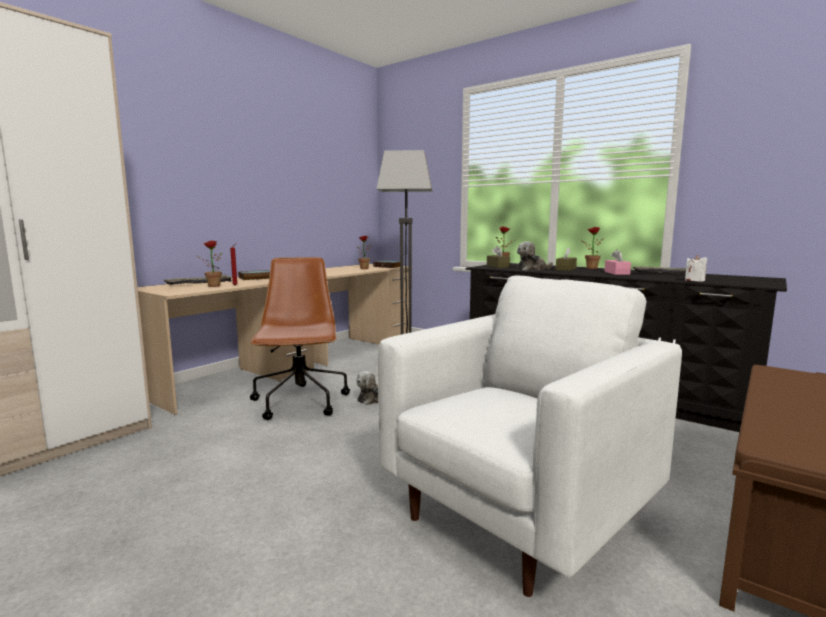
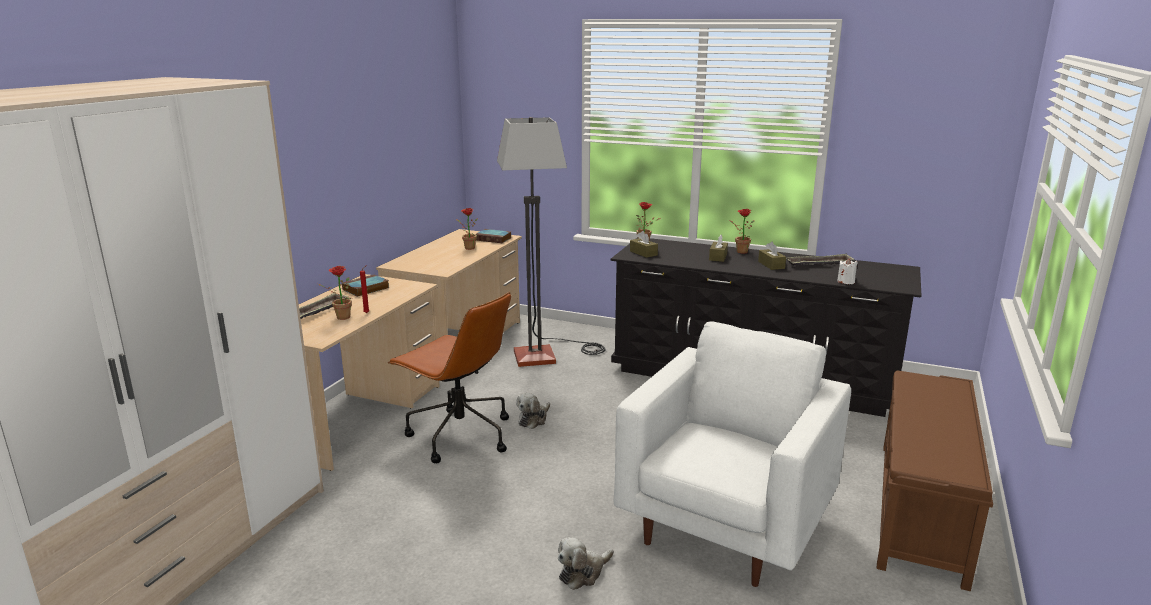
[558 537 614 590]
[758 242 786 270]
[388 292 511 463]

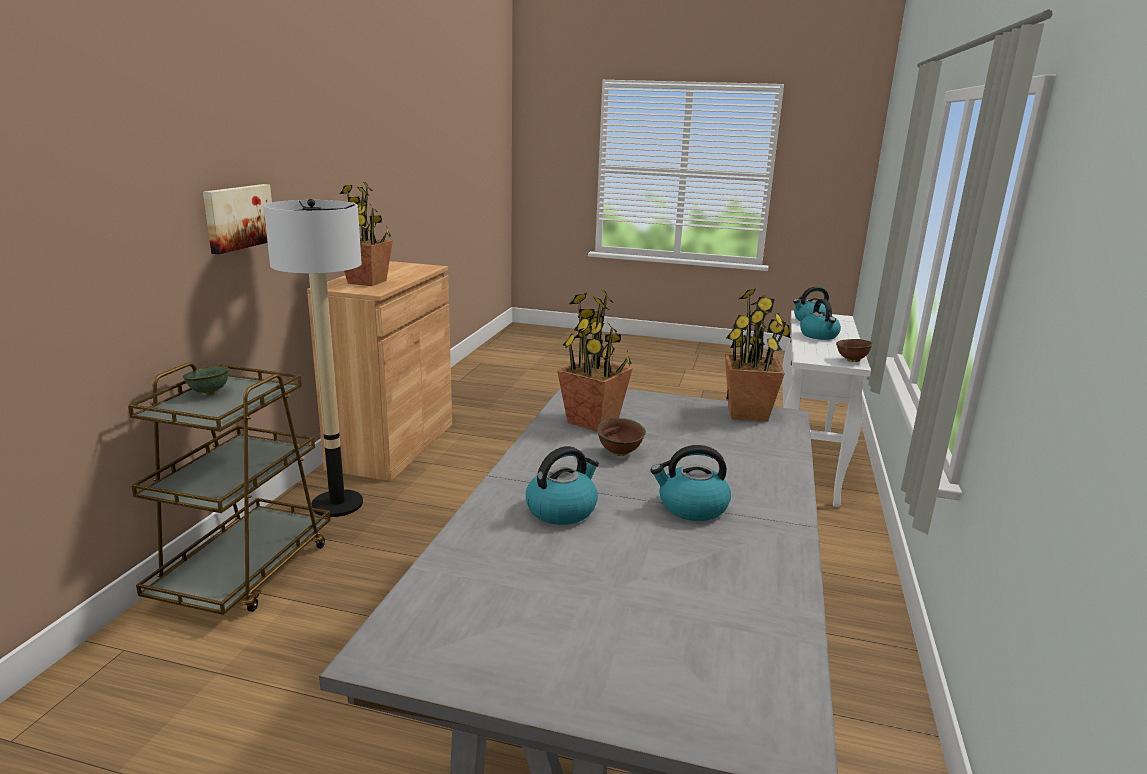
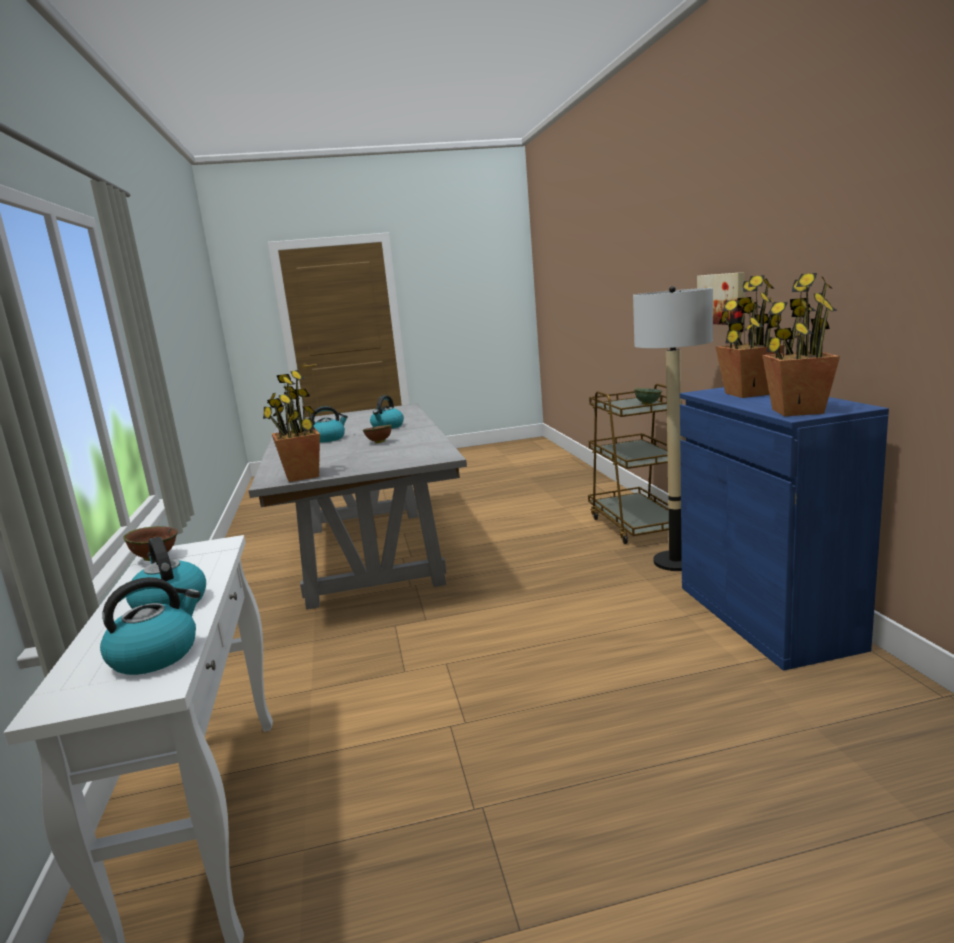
[680 387 889 671]
[762 273 840 416]

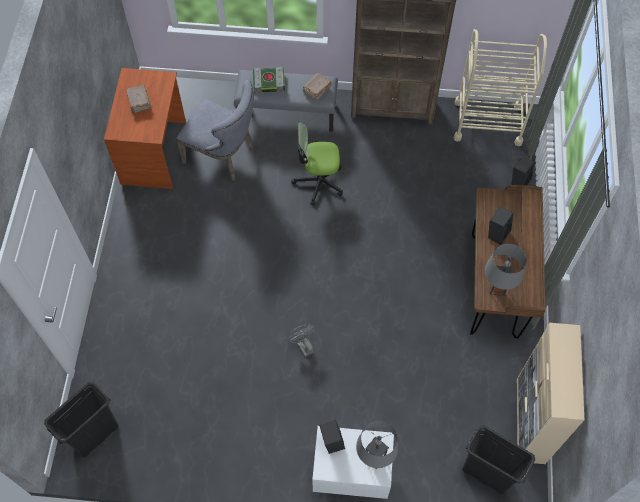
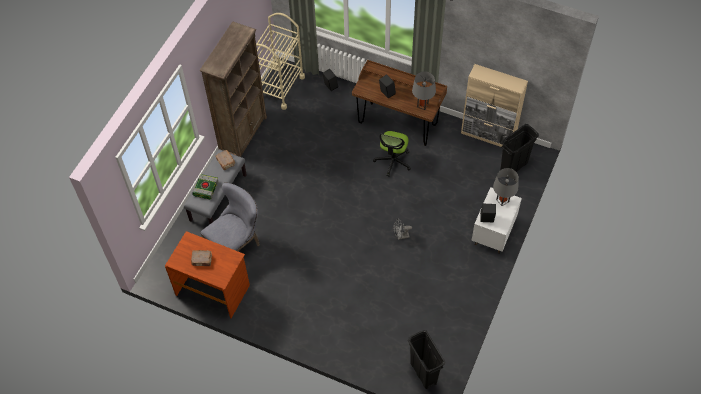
[373 131 411 176]

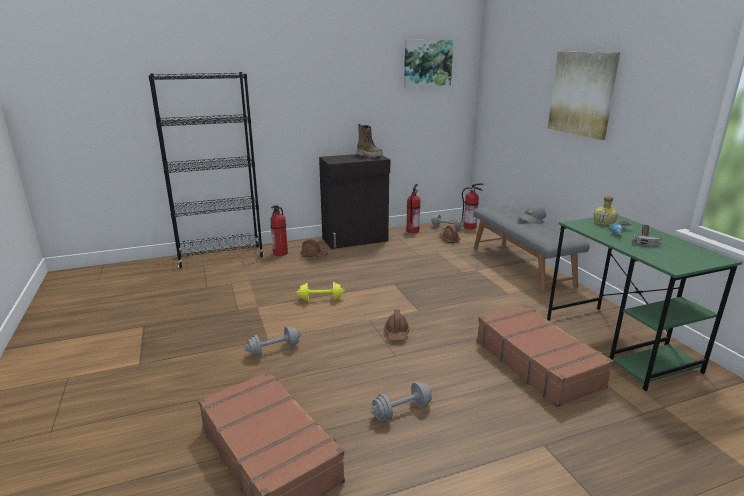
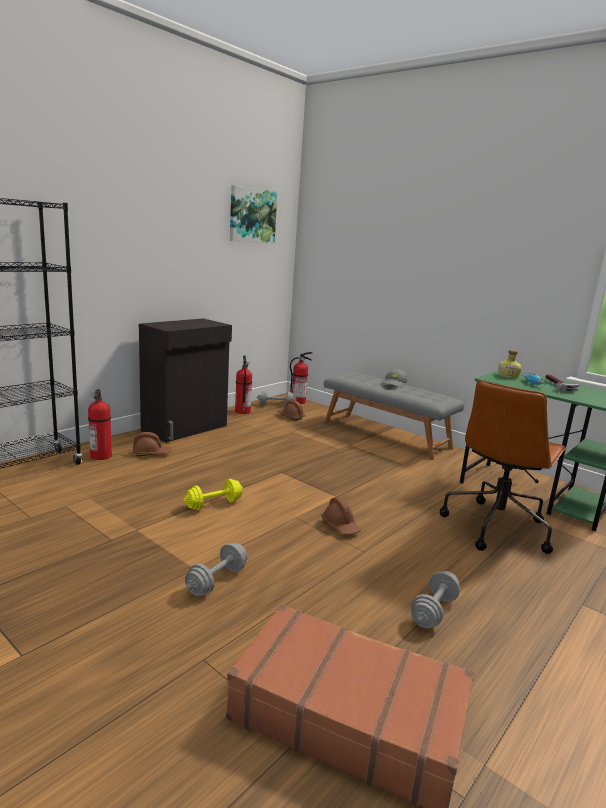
[548 52 620 140] (first image)
[357 124 383 158] (first image)
[440 380 567 554]

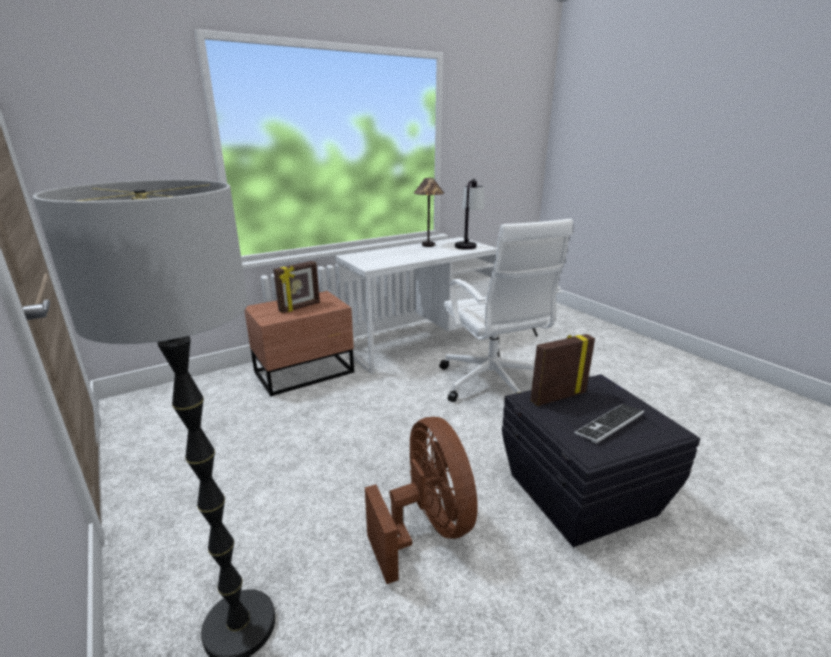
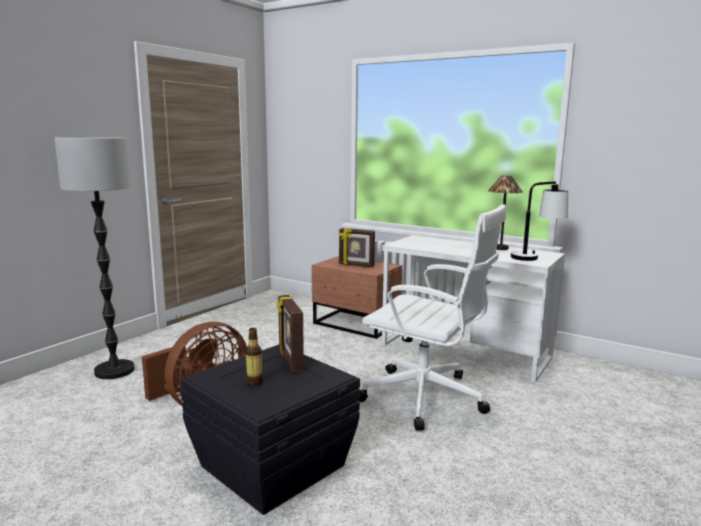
[359 204 506 431]
[277 295 304 372]
[246 328 263 386]

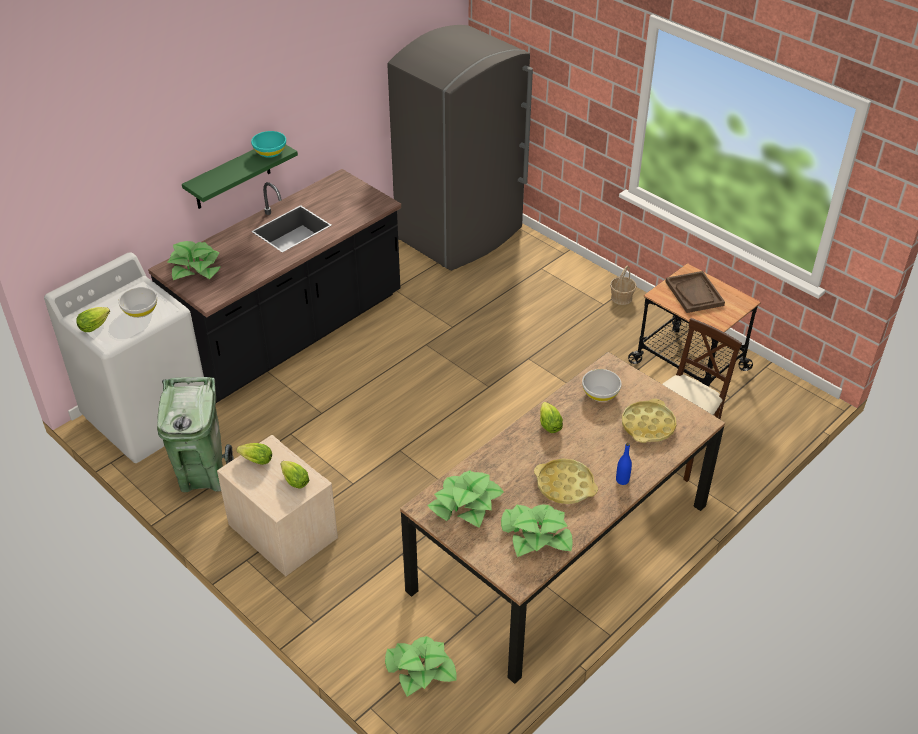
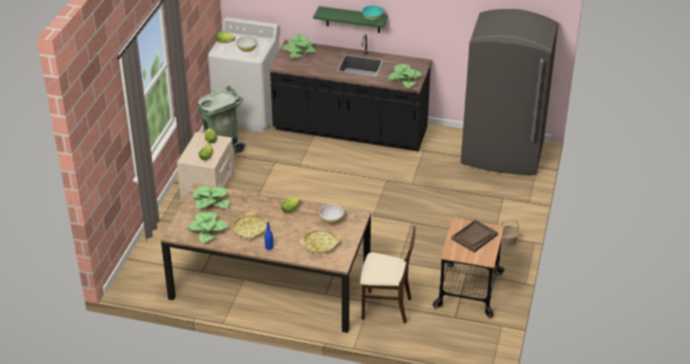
[388 64 422 88]

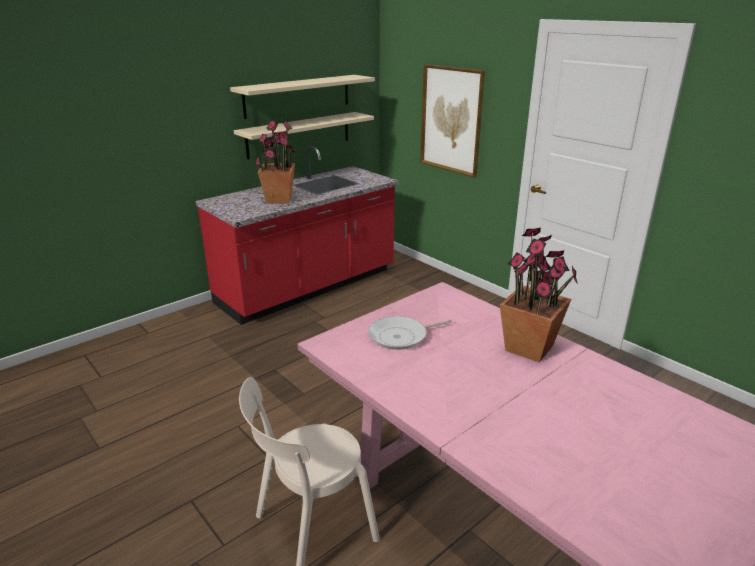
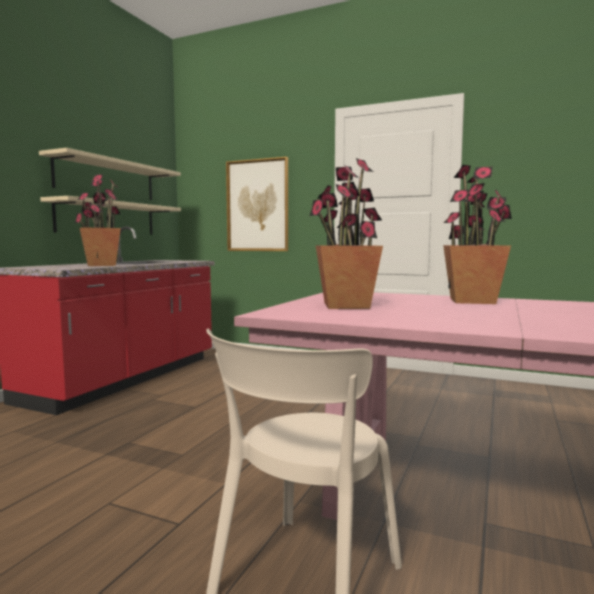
[310 158 383 309]

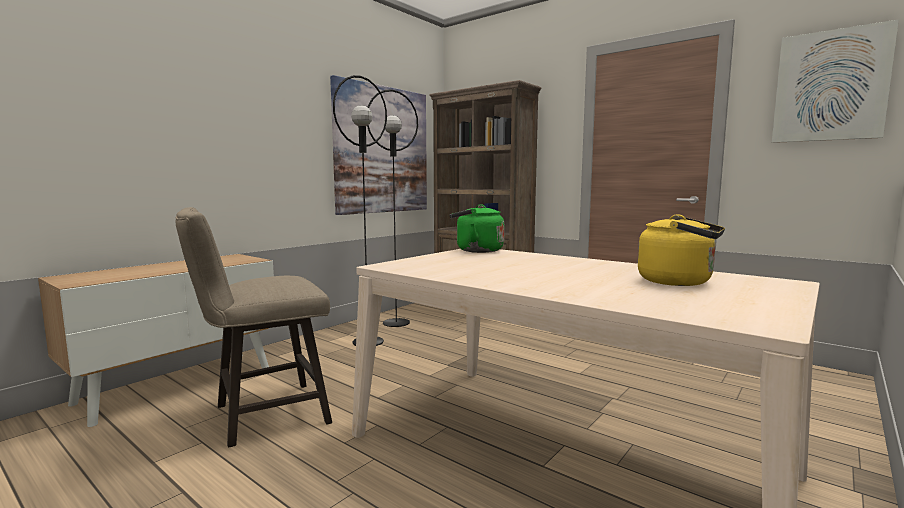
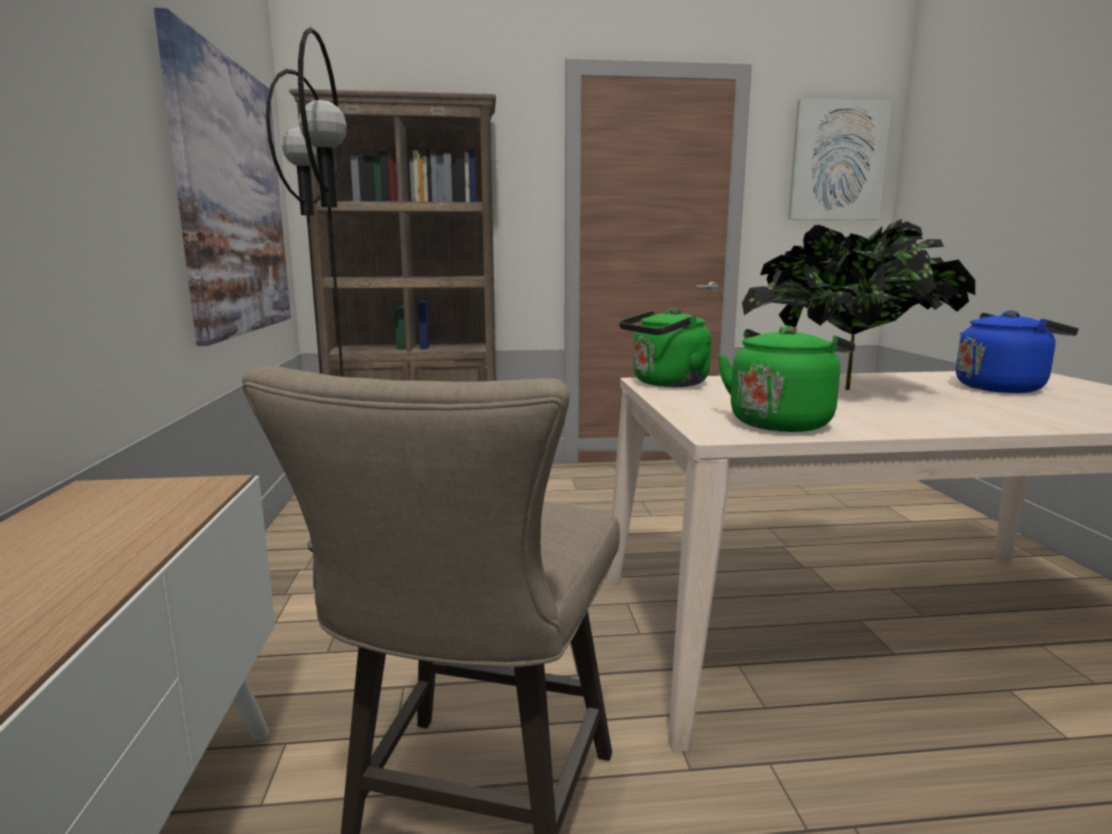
[956 310 1079 393]
[742 219 975 390]
[717 326 855 432]

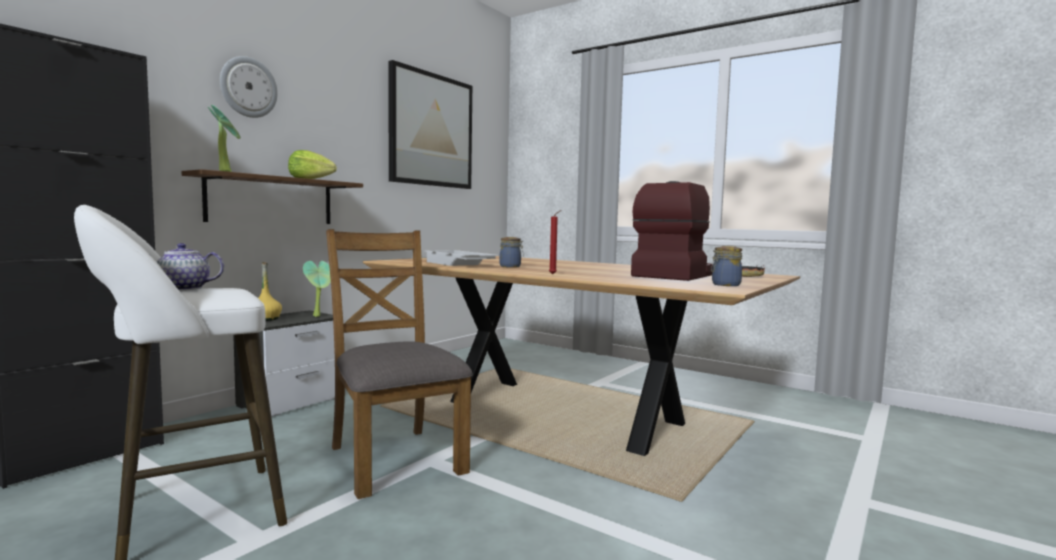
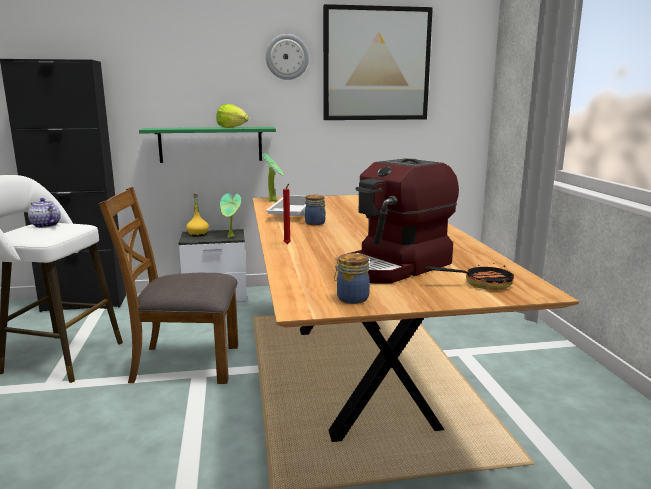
[266 34 309 80]
[261 153 284 201]
[139 127 276 163]
[351 158 459 284]
[99 187 238 384]

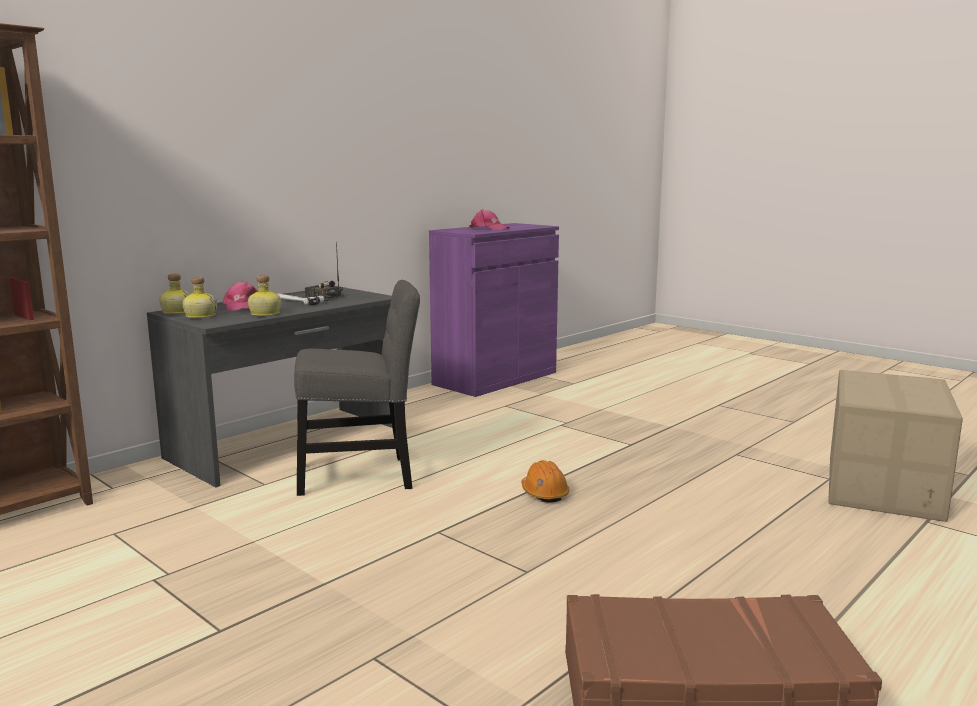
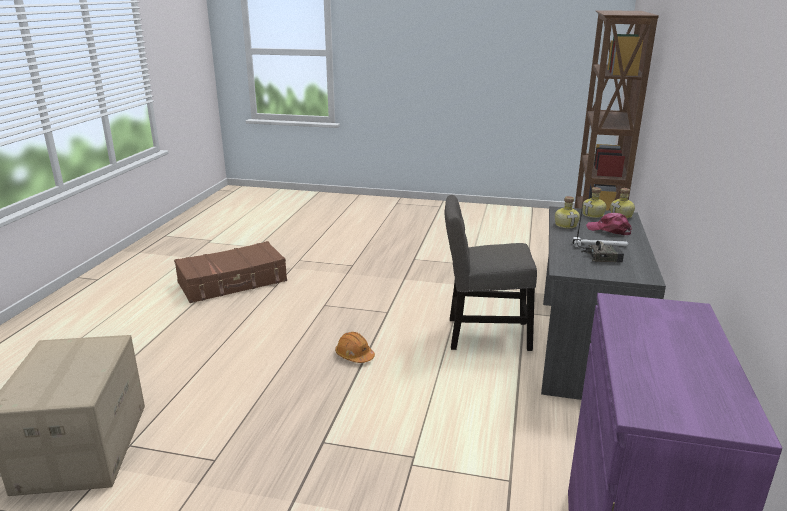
[469 209 510 230] (first image)
[445 195 537 351]

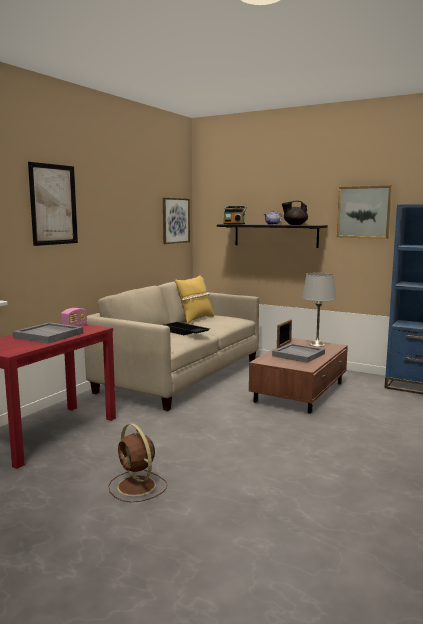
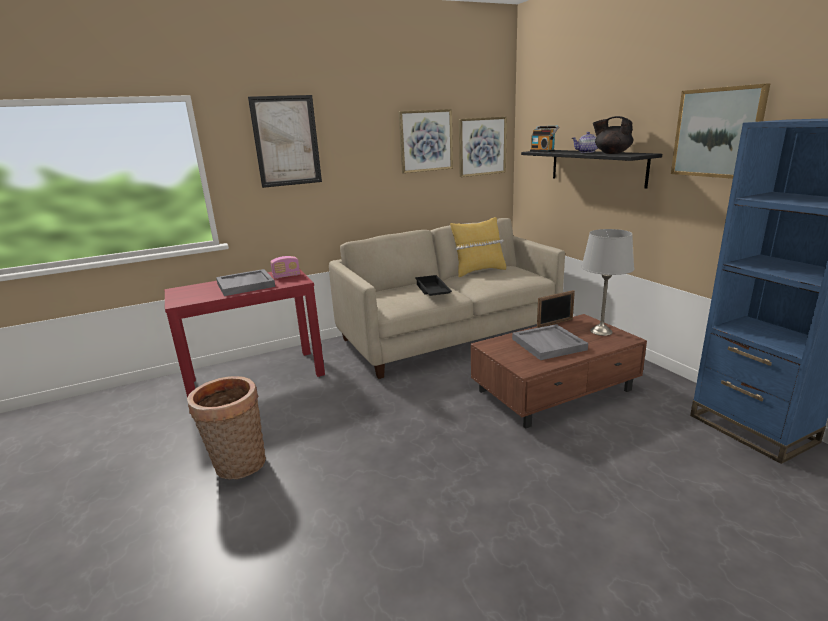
[187 376 266 480]
[399 109 453 173]

